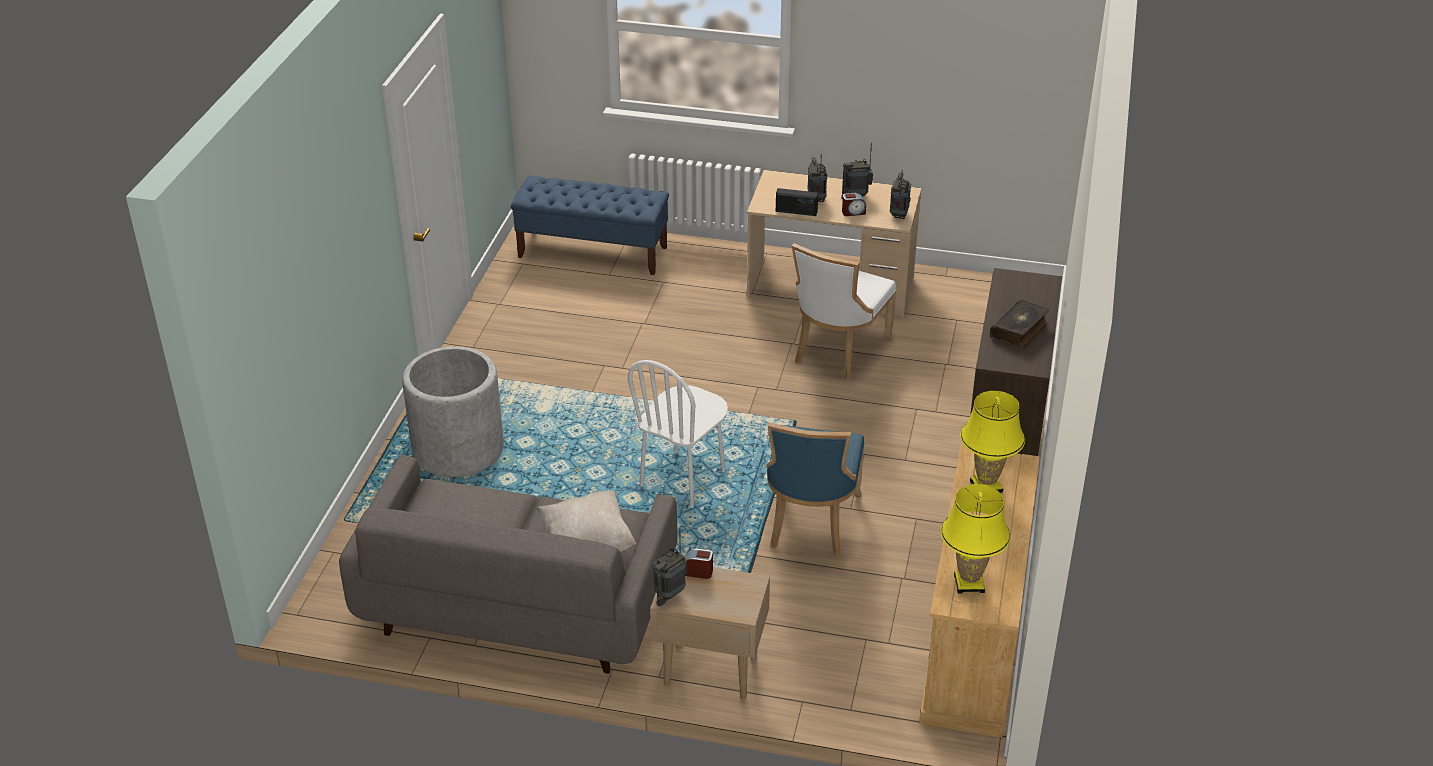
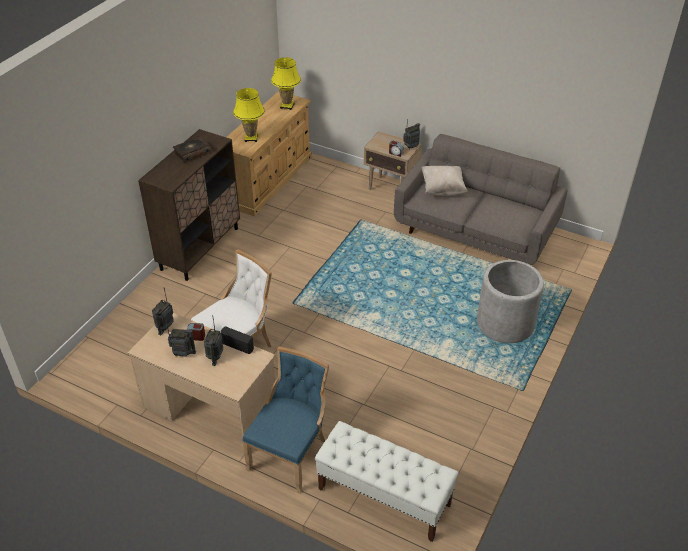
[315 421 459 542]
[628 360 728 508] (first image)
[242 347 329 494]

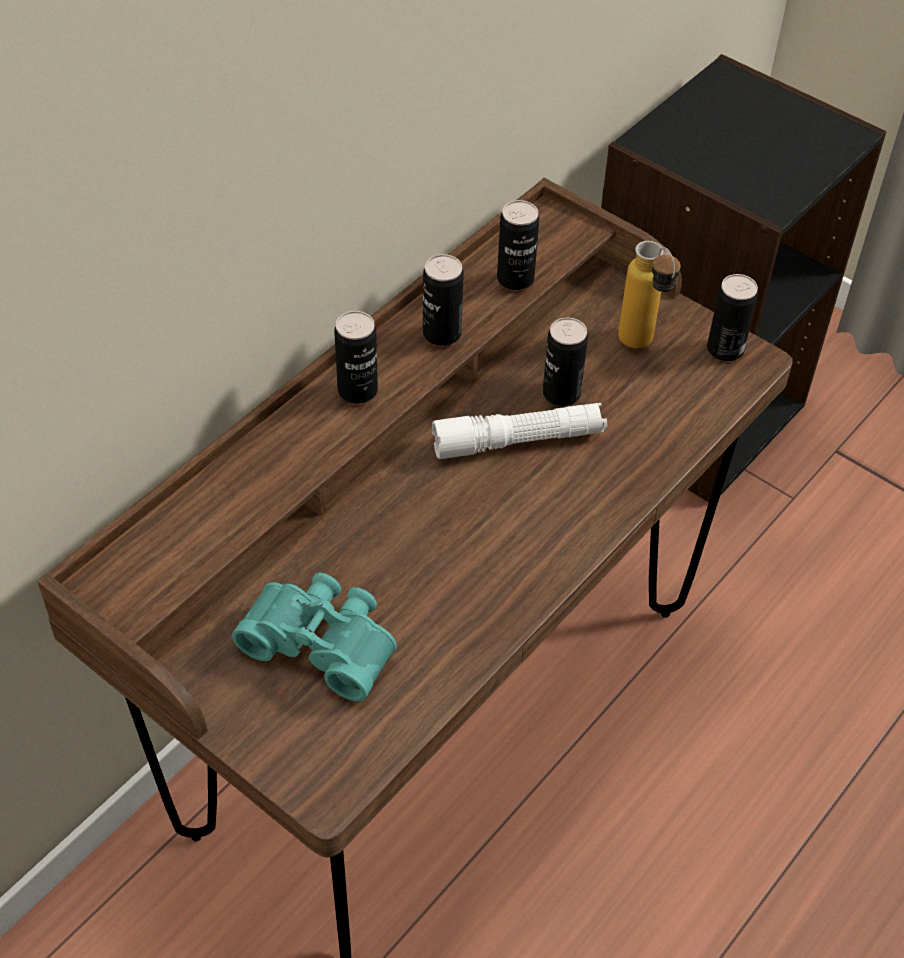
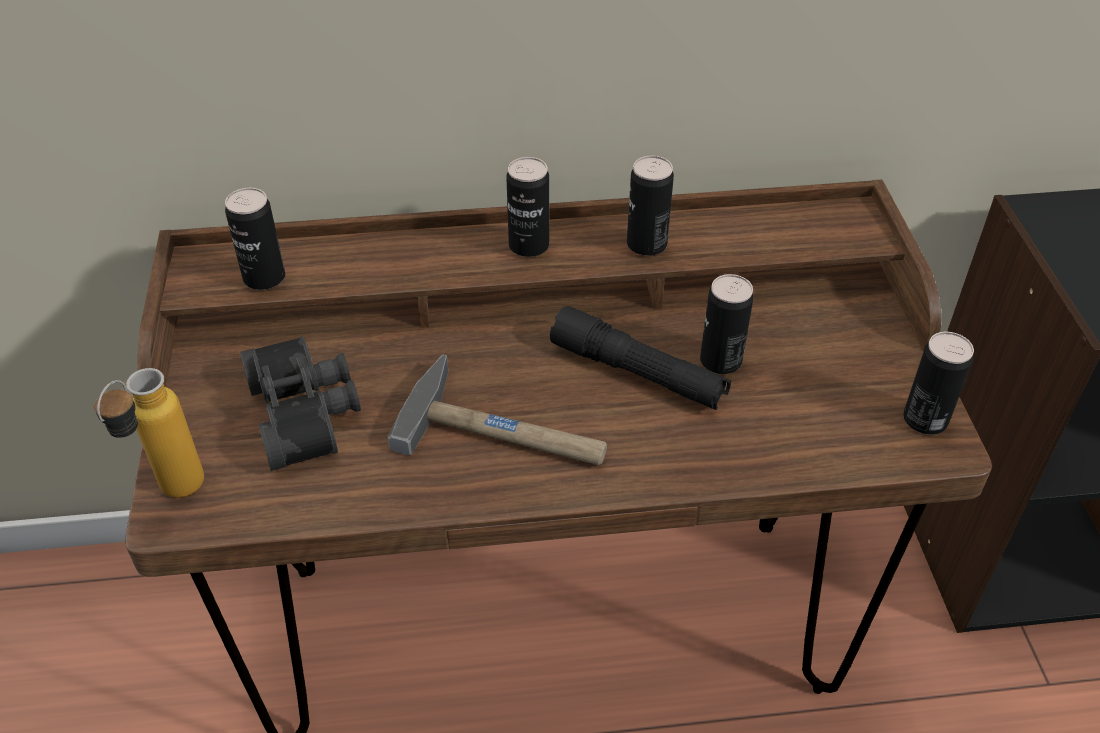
[225 188 285 290]
[94 368 204 498]
[550 306 731 410]
[240 336 361 471]
[388 354 607 465]

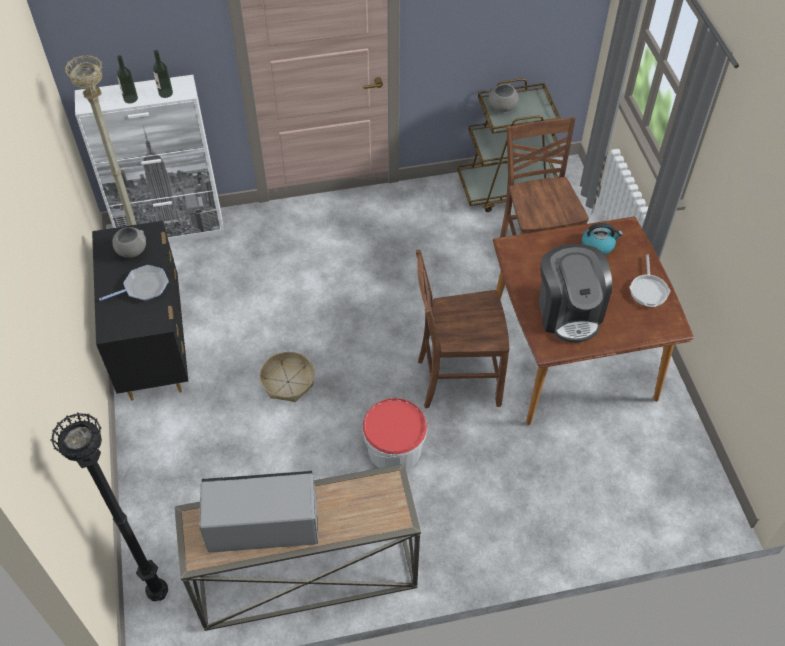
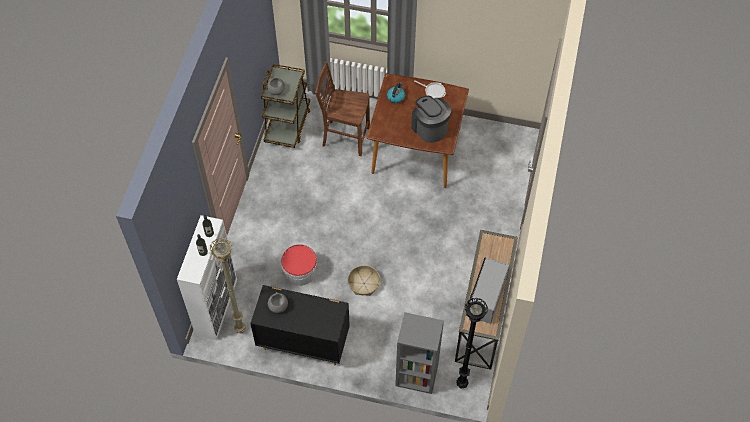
[411 96 451 143]
[416 250 509 408] (first image)
[99 265 169 301] (first image)
[281 245 317 286]
[395 312 444 394]

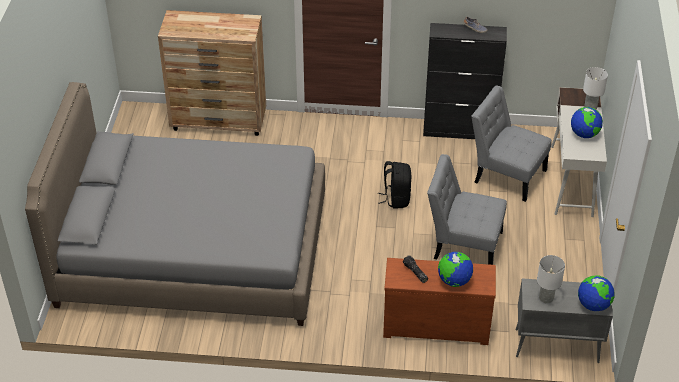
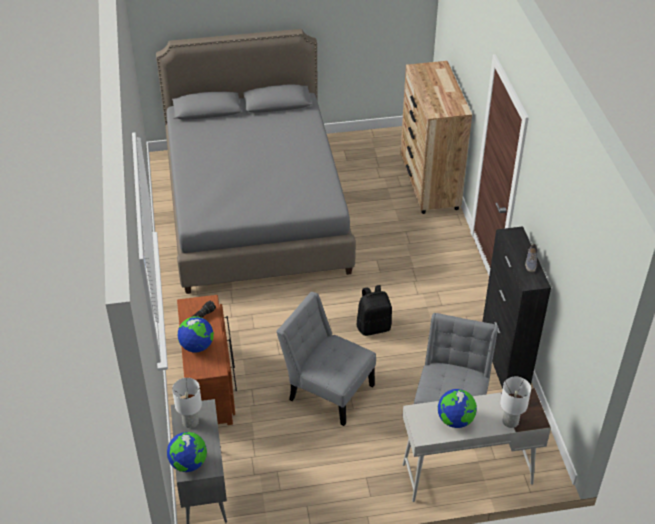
[276 292 376 426]

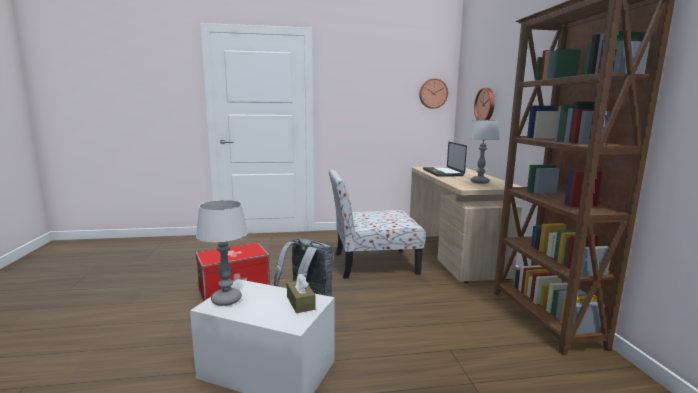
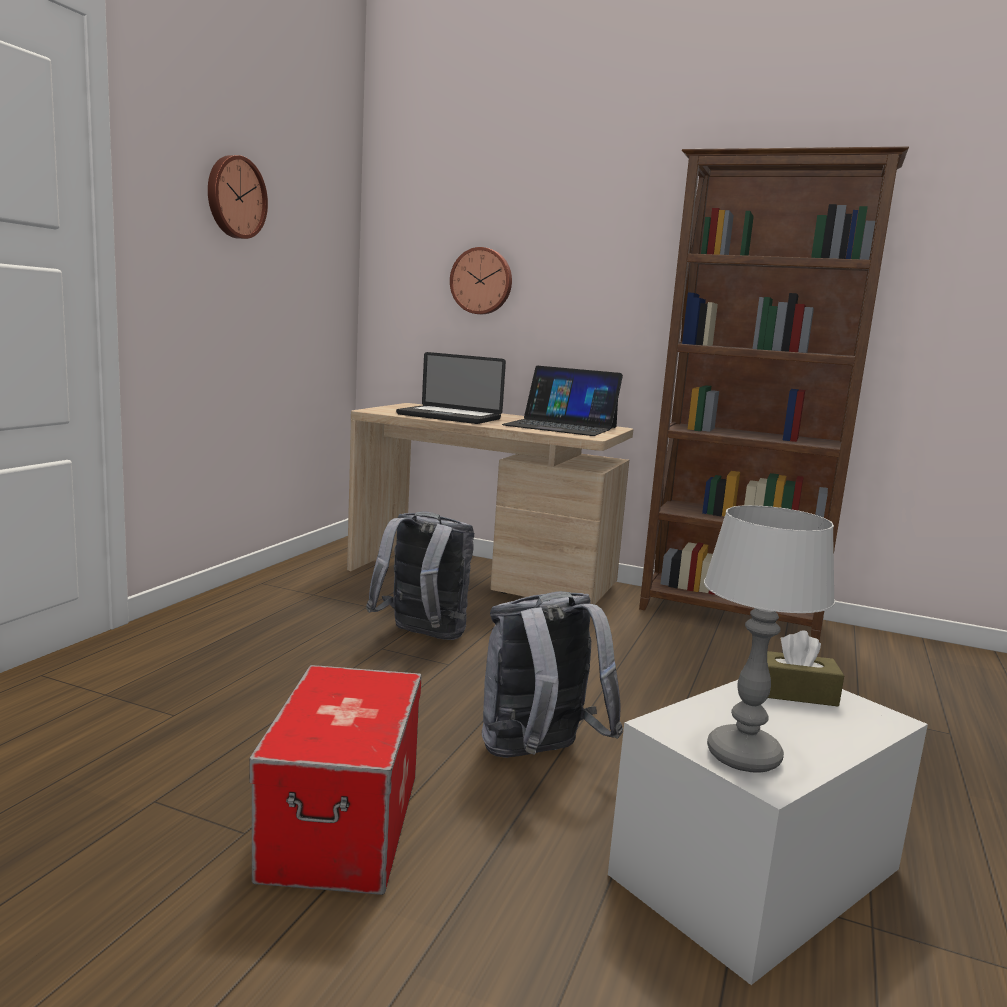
[208 155 268 239]
[502 366 623 436]
[366 511 475 640]

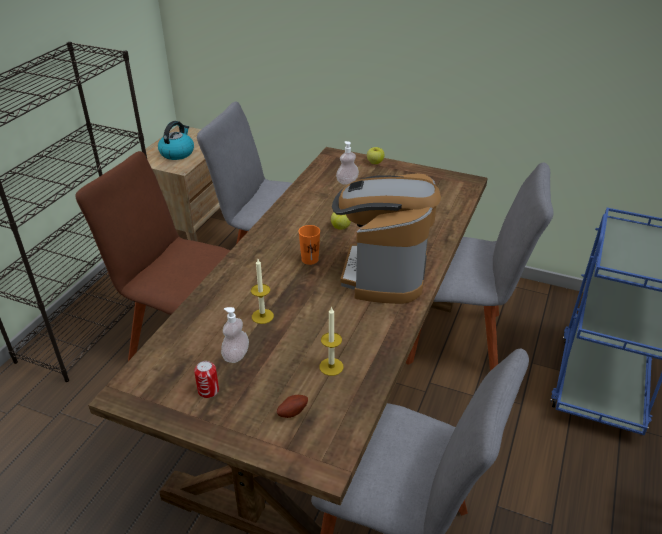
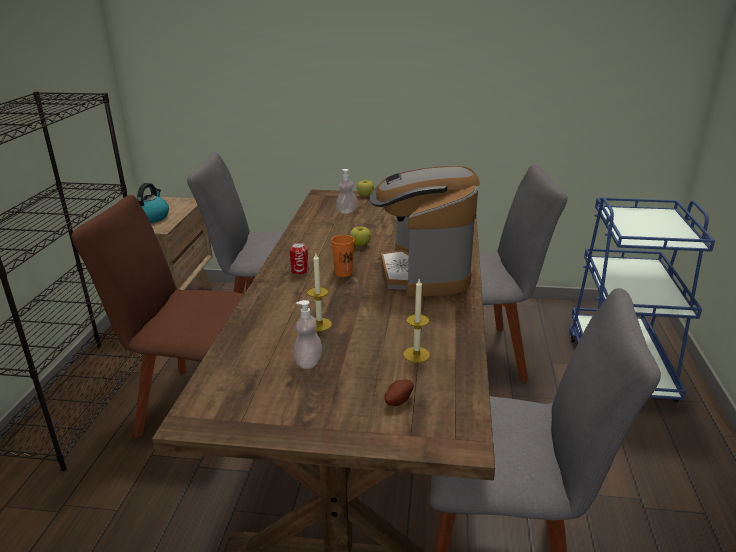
[290 243 309 275]

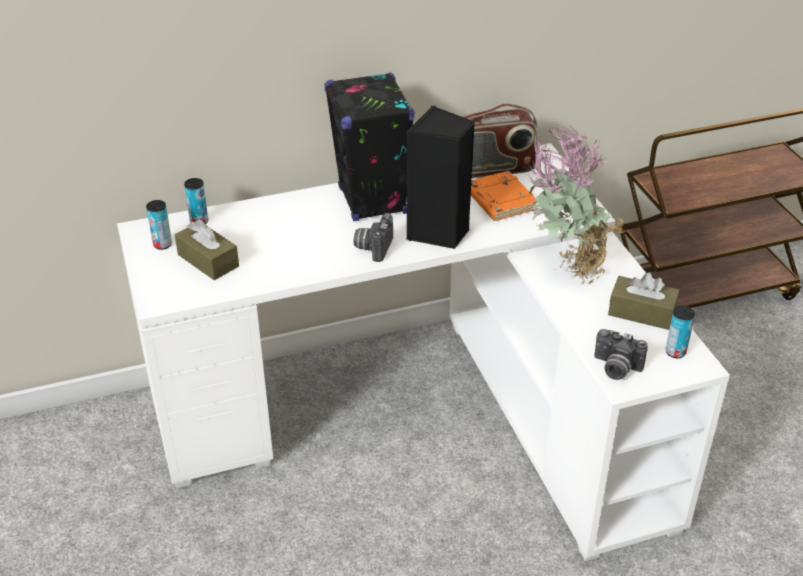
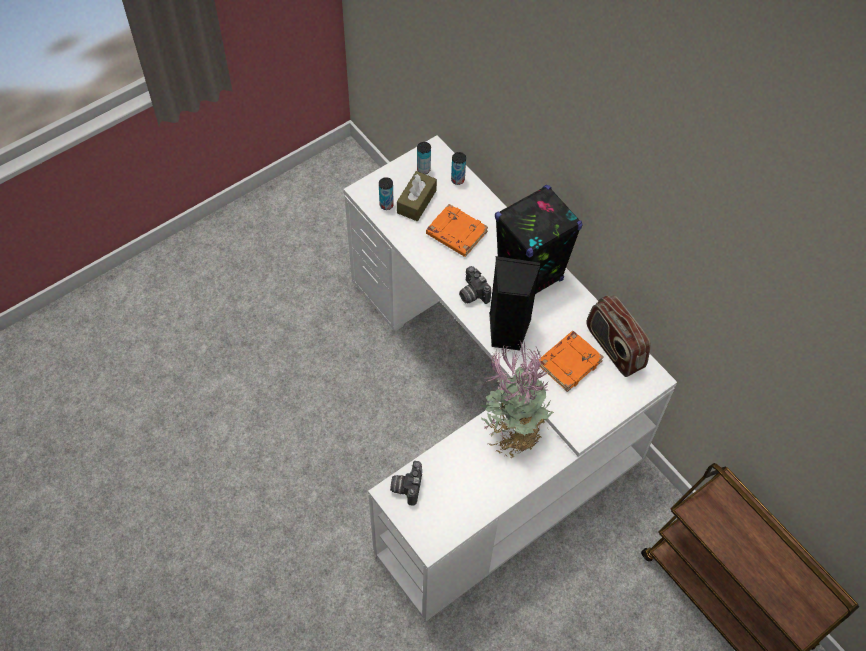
[459 266 491 304]
[608 273 680 330] (first image)
[379 177 394 210]
[426 204 488 257]

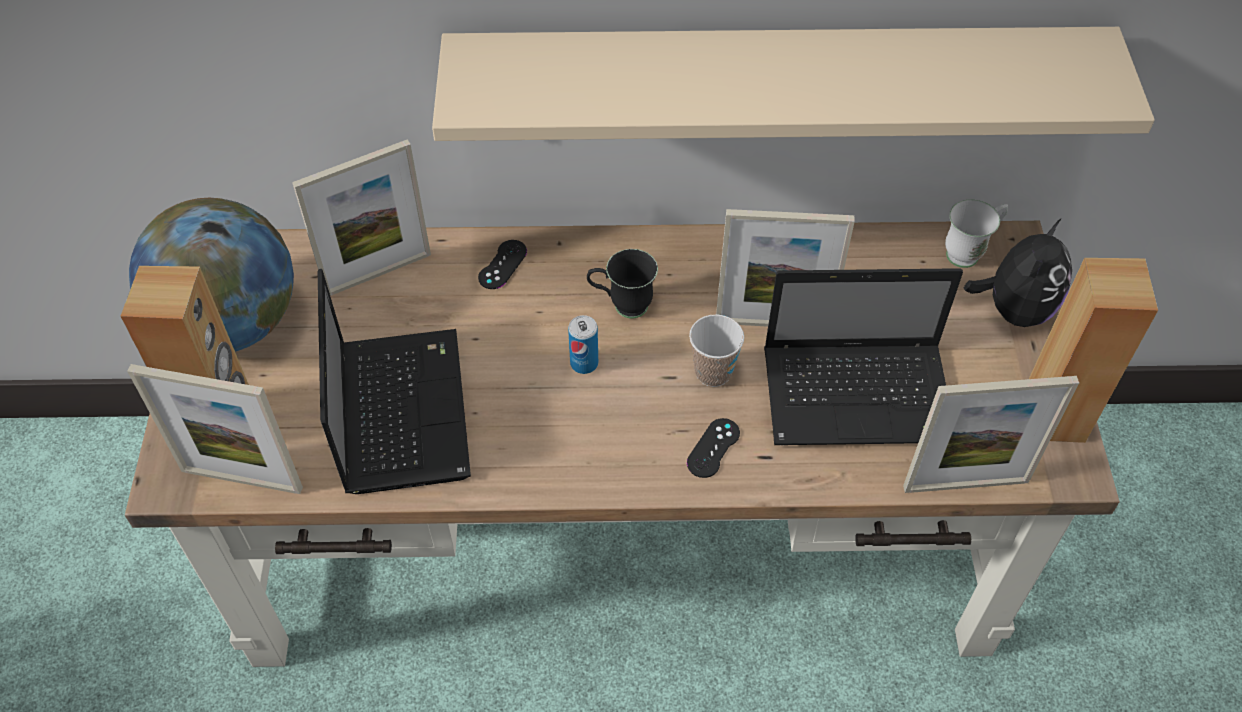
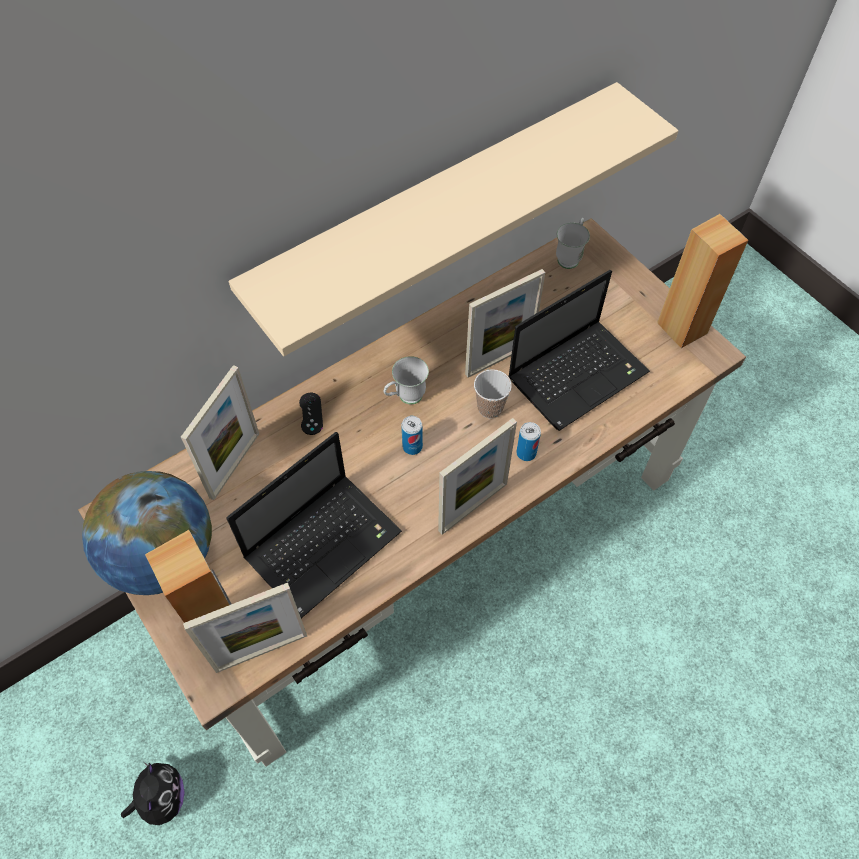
[121 762 185 825]
[384 356 429 404]
[226 432 402 618]
[438 418 517 535]
[516 422 541 461]

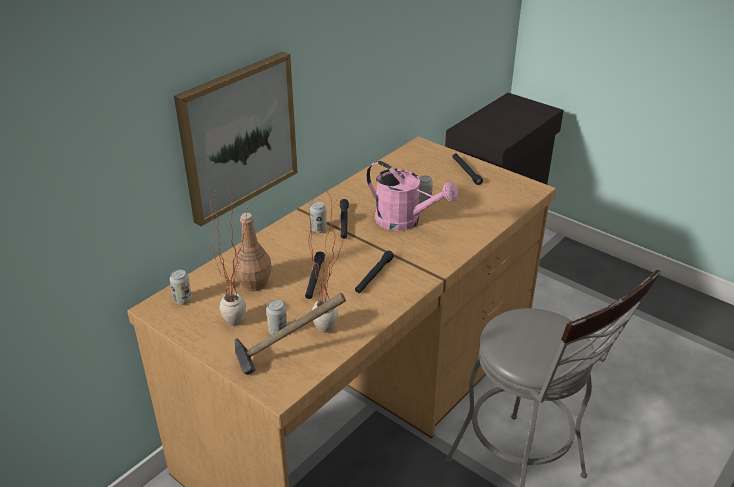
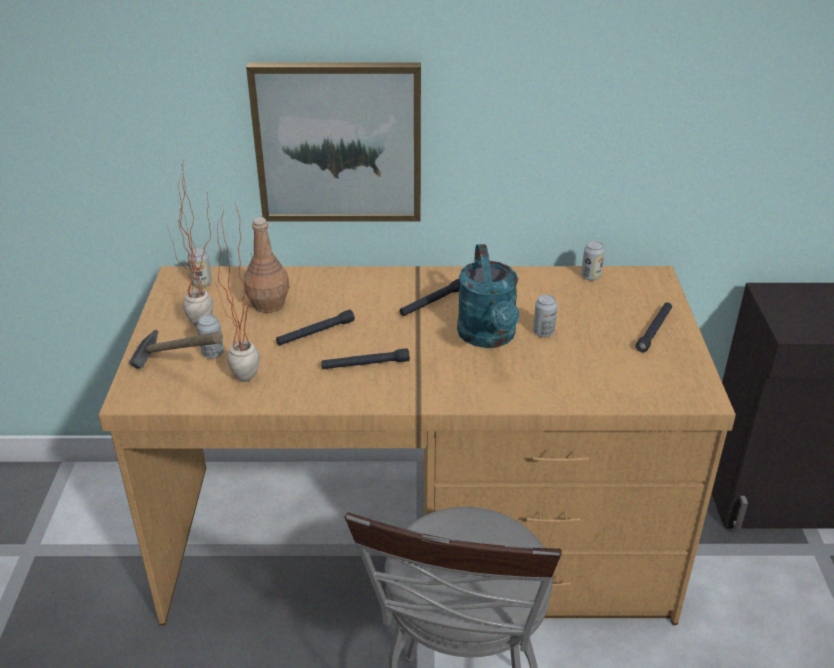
[457 244 519 348]
[581 241 605 281]

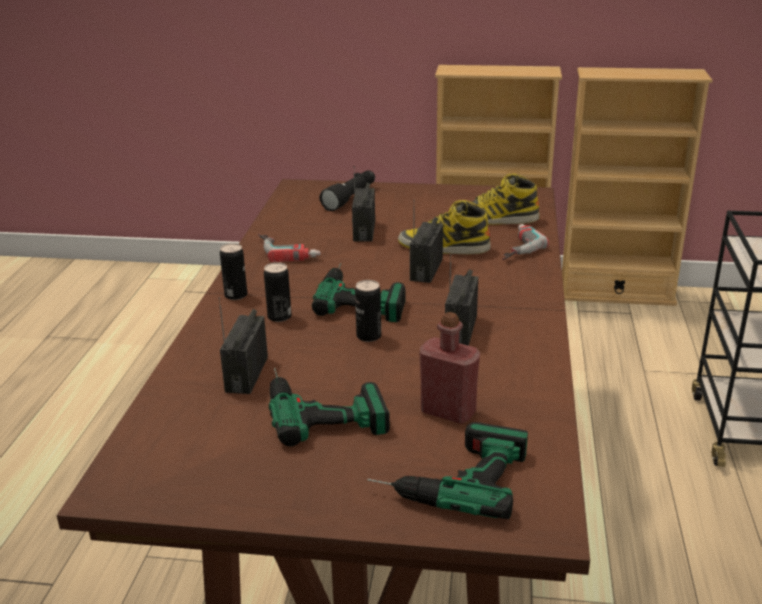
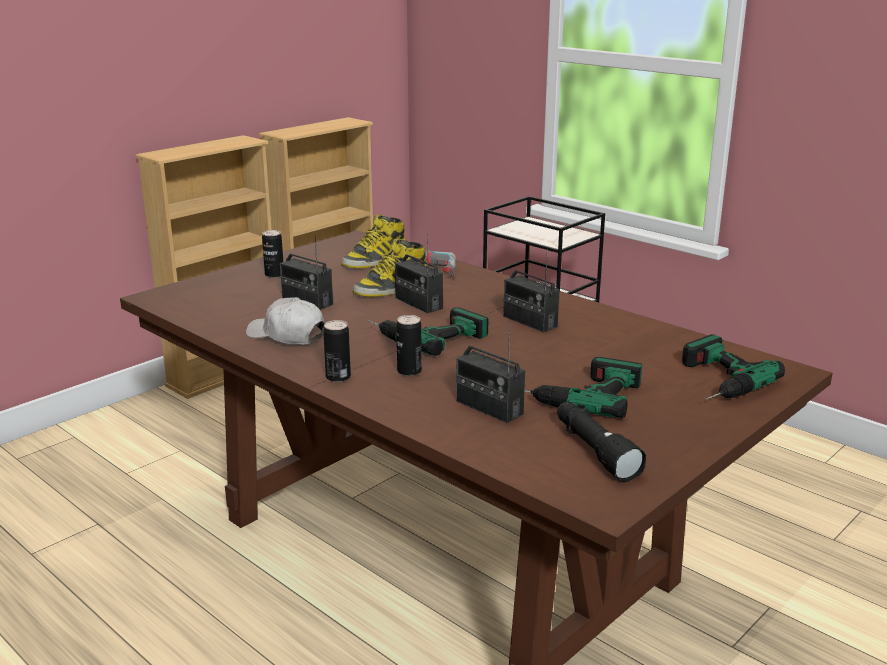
[557 402 646 482]
[246 297 325 345]
[262 230 283 278]
[419 312 480 424] (first image)

